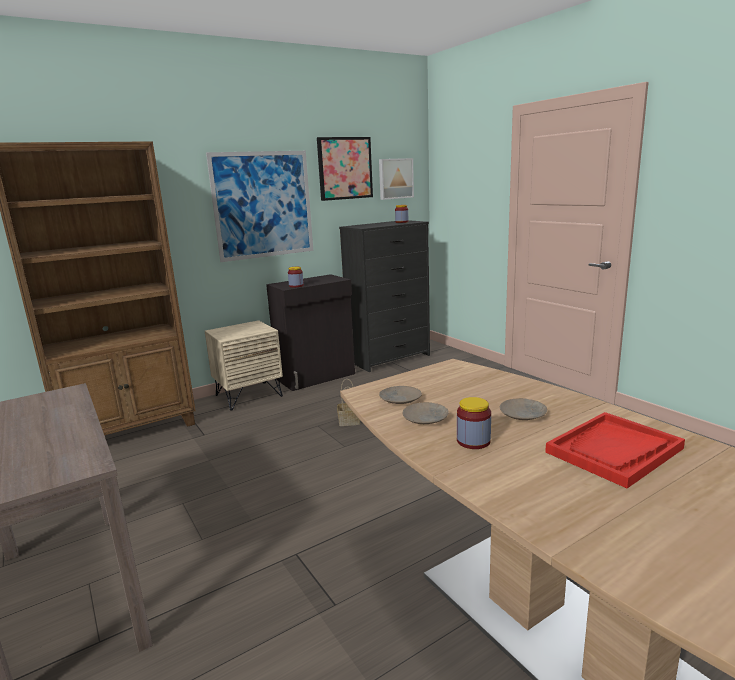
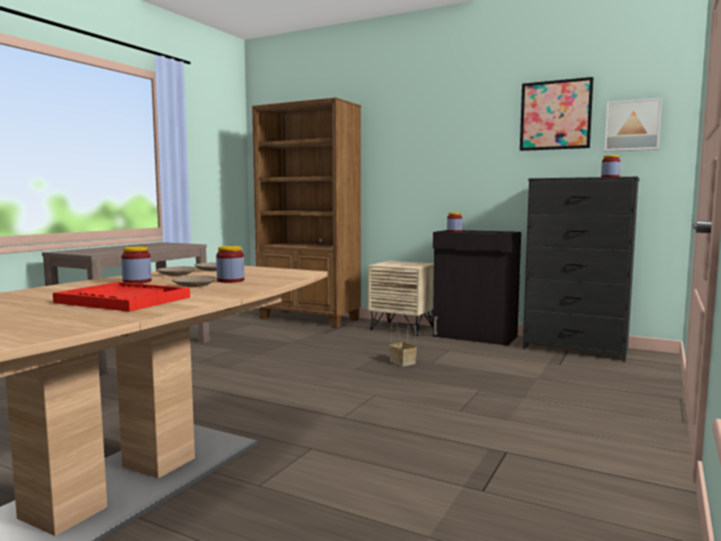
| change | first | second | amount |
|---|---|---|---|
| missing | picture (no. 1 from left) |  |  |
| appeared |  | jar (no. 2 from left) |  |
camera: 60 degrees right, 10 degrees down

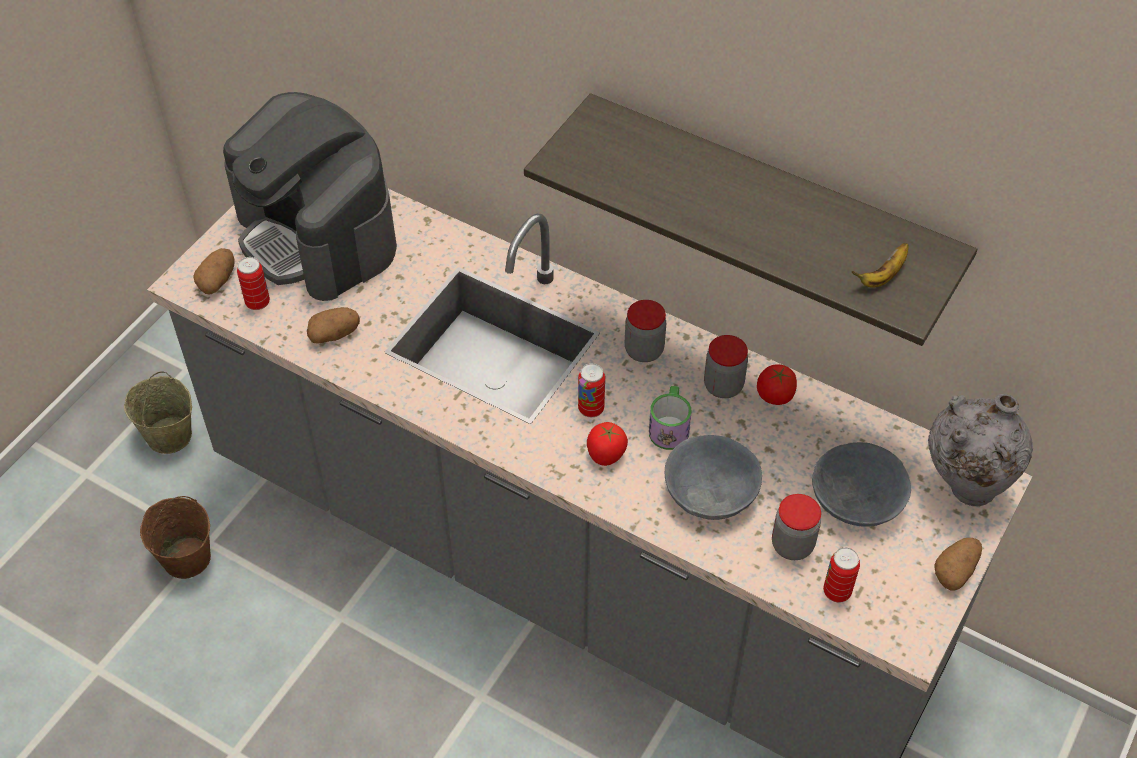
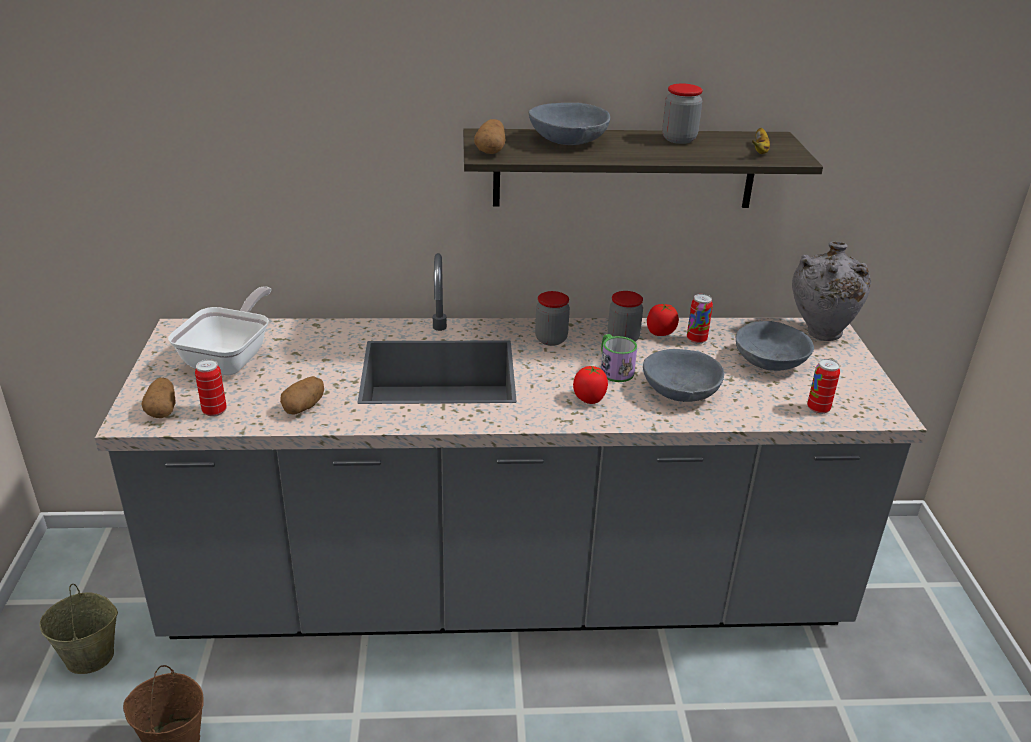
| change | first | second | amount |
|---|---|---|---|
| exchanged | coffee brewer | skillet |  |
| relocated | metal can (no. 2 from left) |  |  |
| relocated | jar (no. 3 from left) |  |  |
| relocated | potato (no. 3 from left) |  |  |
| appeared |  | gray deep dish (no. 1 from left) |  |
camera: 35 degrees left, 20 degrees down

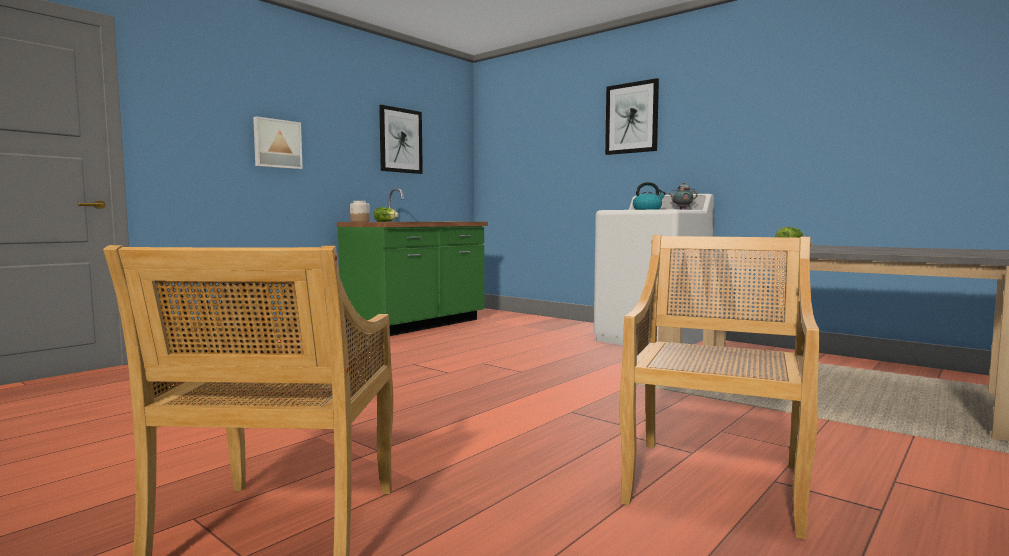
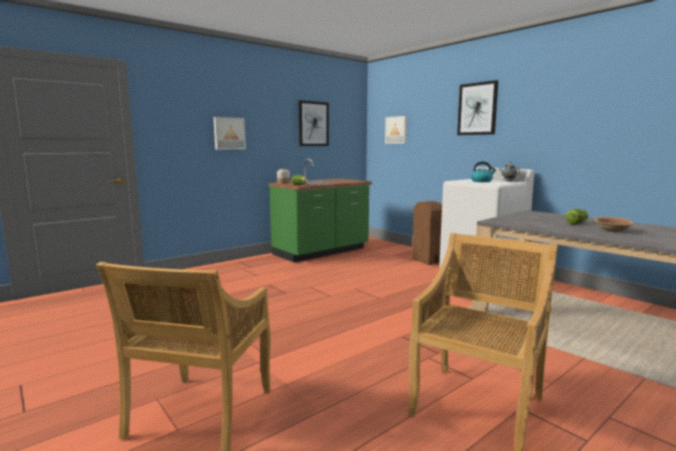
| change | first | second | amount |
|---|---|---|---|
| appeared |  | picture (no. 3 from left) |  |
| appeared |  | brown-coloured trash can |  |
| appeared |  | brown-coloured deep dish |  |
camera: 10 degrees right, 5 degrees up

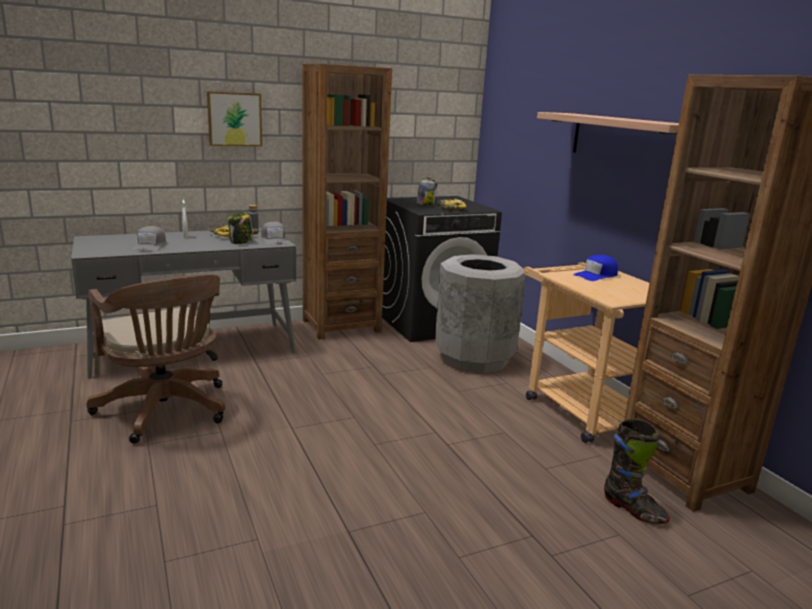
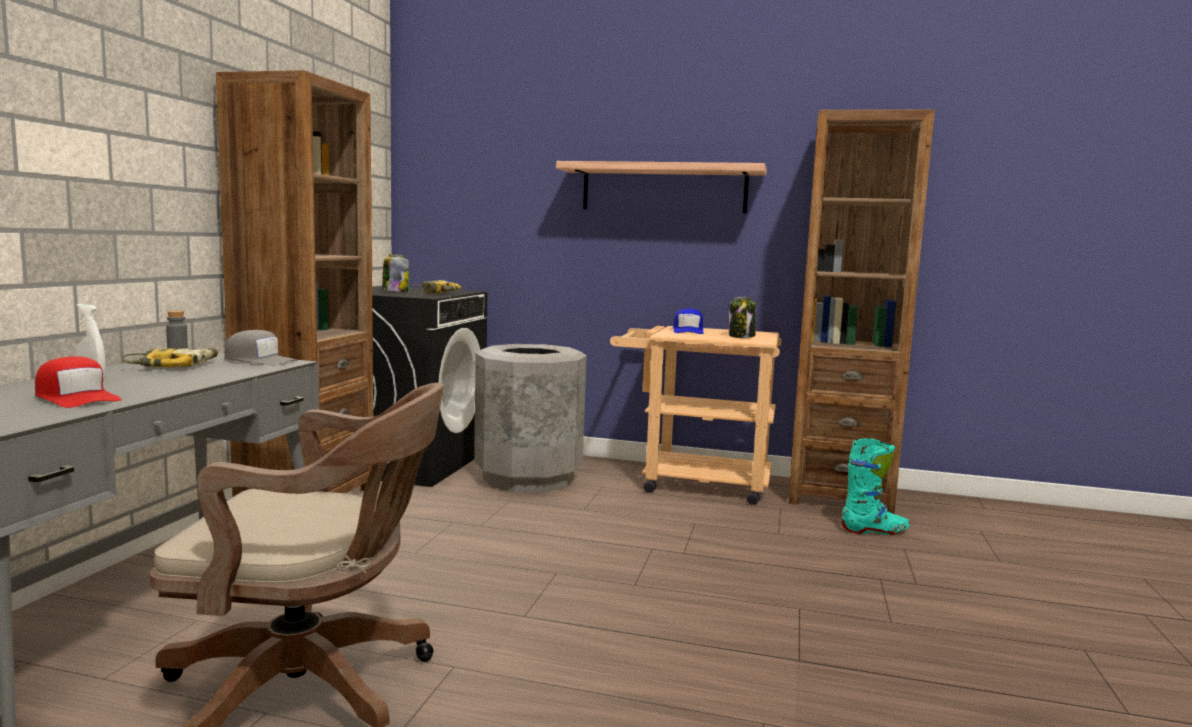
| change | first | second | amount |
|---|---|---|---|
| missing | picture |  |  |
| relocated | jar (no. 1 from left in the first image) | jar (no. 2 from left) |  |
| colour | gray cap (no. 1 from left) | red-coloured cap |  |
| colour | blackish tall boot | blue-green tall boot |  |
camera: 50 degrees left, 10 degrees down

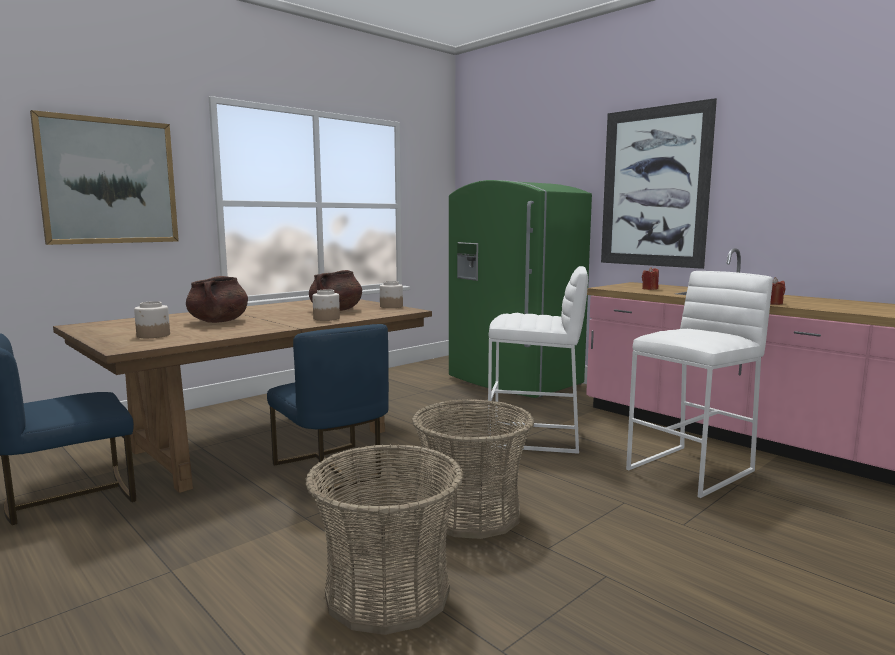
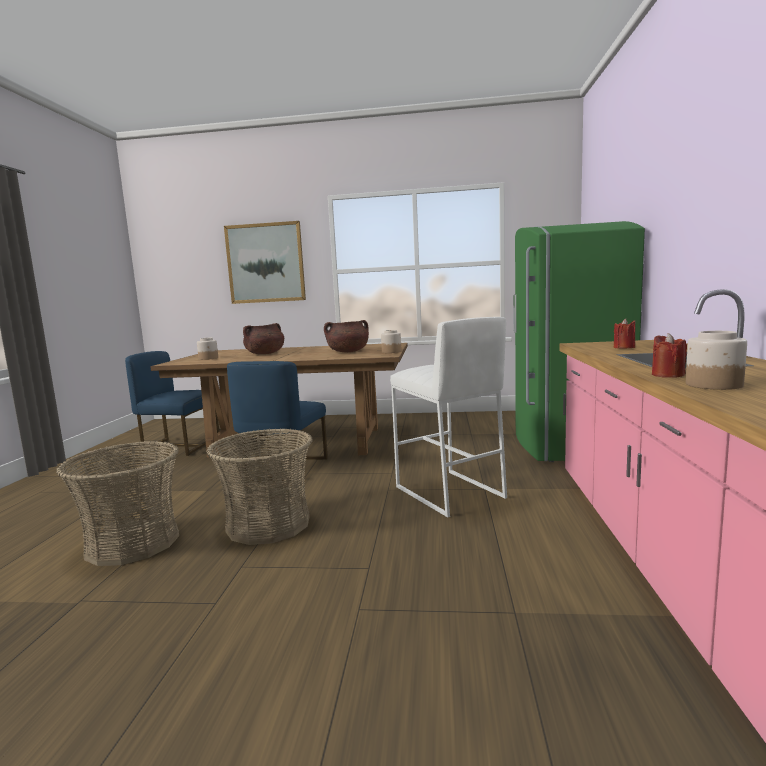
| change | first | second | amount |
|---|---|---|---|
| missing | picture (no. 2 from left) |  |  |
| missing | white stool seat (no. 2 from left) |  |  |
| relocated | jar (no. 2 from left in the first image) | jar (no. 3 from left) |  |
camera: 50 degrees right, 0 degrees up

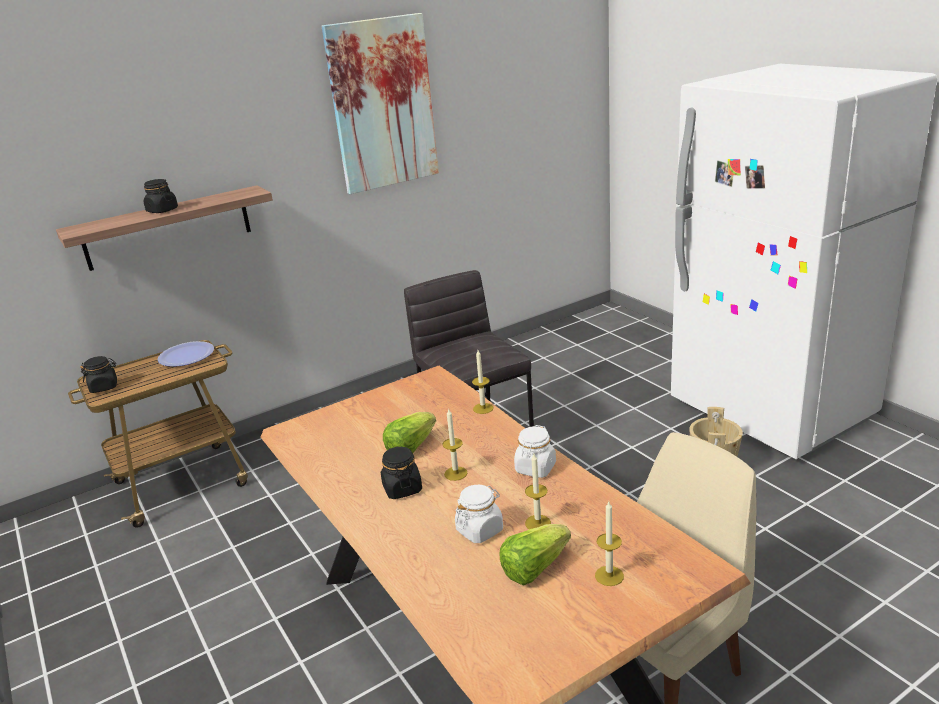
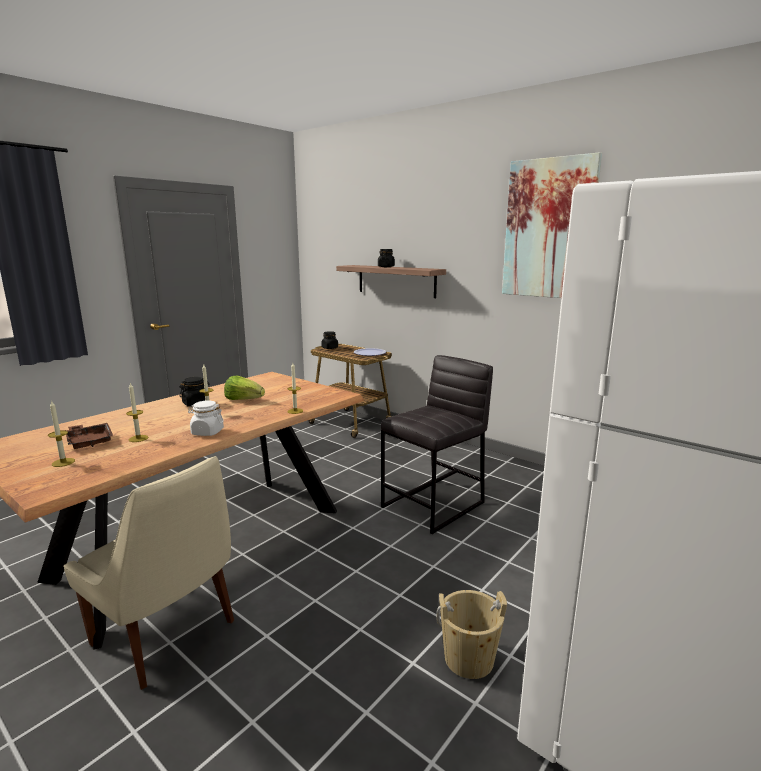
| change | first | second | amount |
|---|---|---|---|
| missing | white jar (no. 1 from left) |  |  |
| exchanged | head of lettuce (no. 2 from left) | brown-coloured carrying tray |  |
camera: 70 degrees right, 10 degrees down

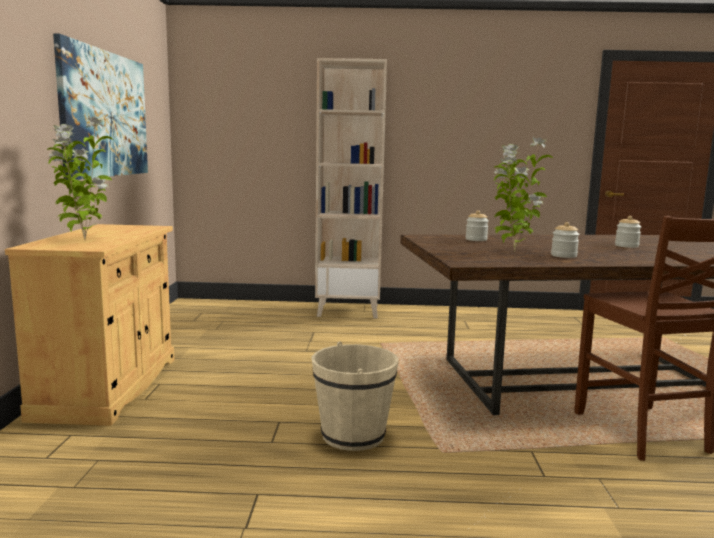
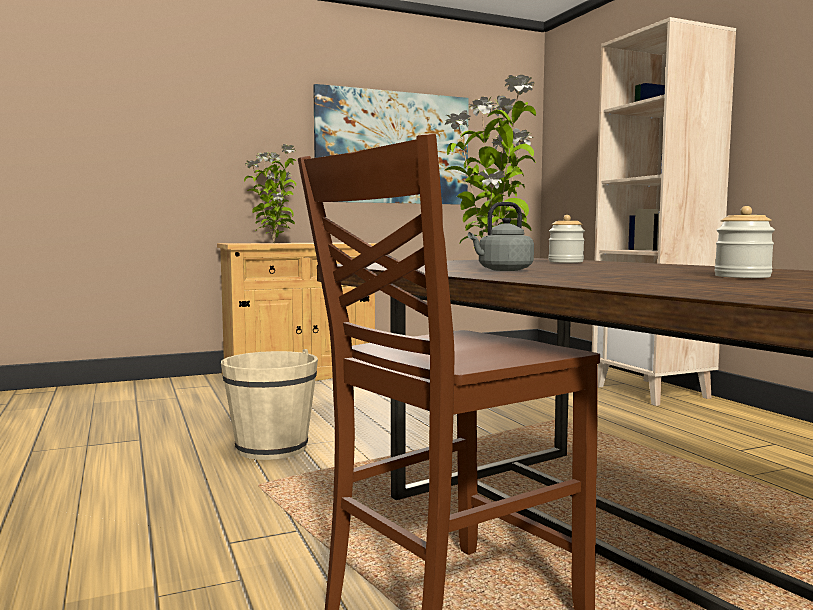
| change | first | second | amount |
|---|---|---|---|
| exchanged | jar (no. 2 from left) | gray water kettle |  |
camera: 65 degrees right, 5 degrees down

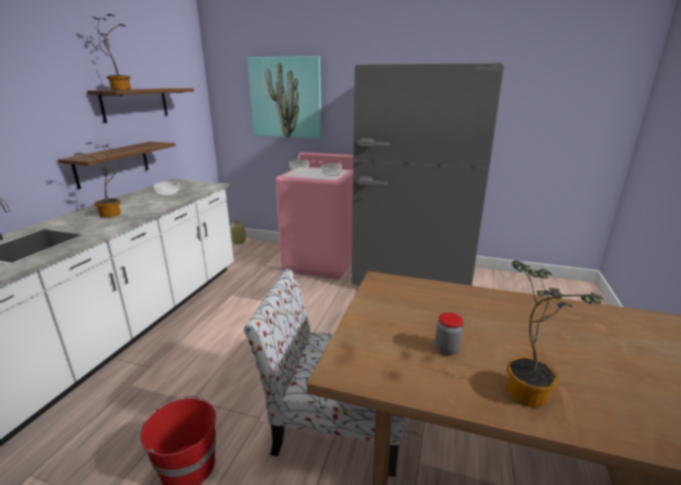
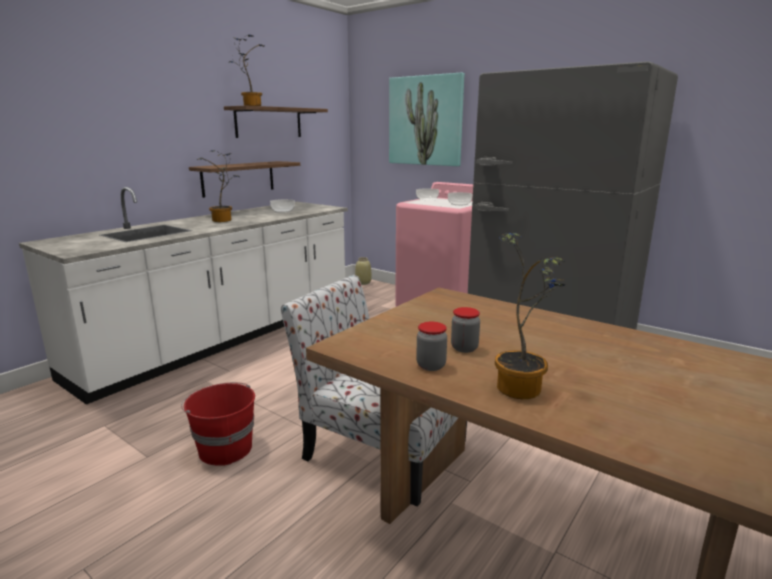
| change | first | second | amount |
|---|---|---|---|
| appeared |  | jar (no. 1 from left) |  |
camera: 20 degrees right, 5 degrees down

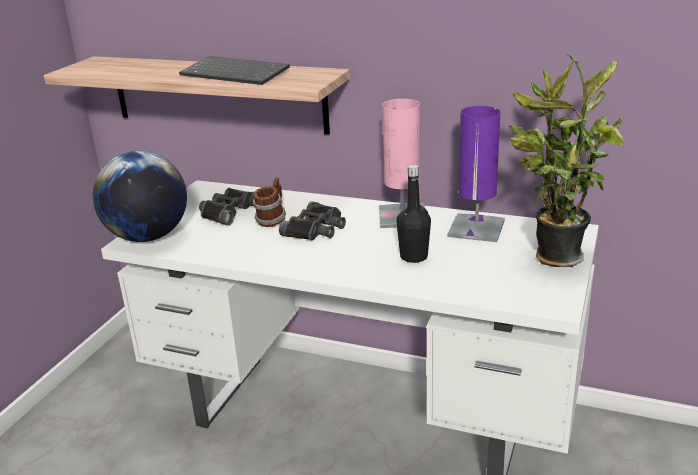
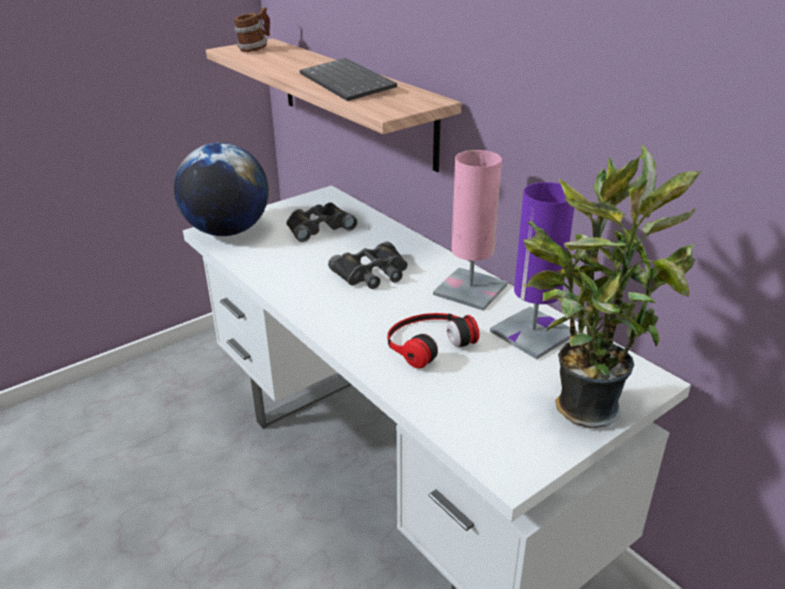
| change | first | second | amount |
|---|---|---|---|
| exchanged | blackish bottle | headset |  |
| relocated | coffee mug |  |  |
camera: 30 degrees right, 5 degrees up

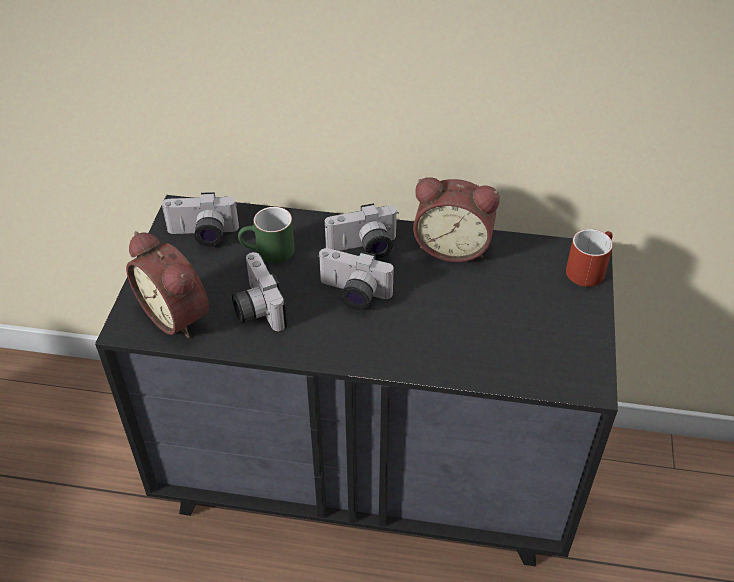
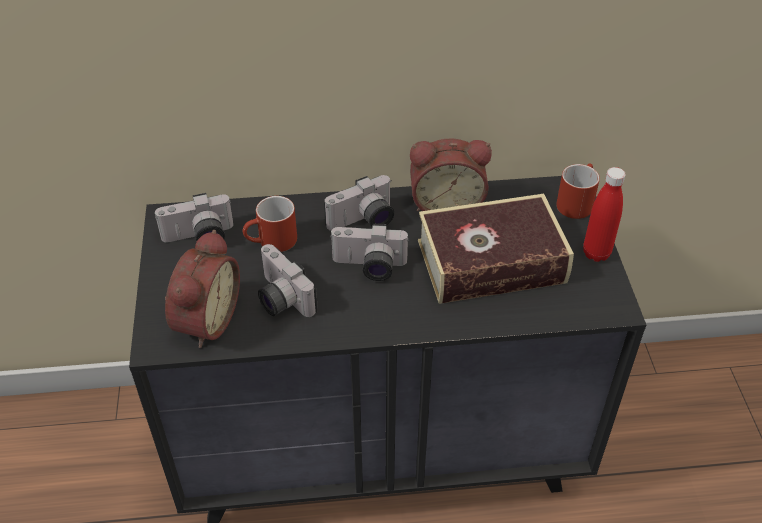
| change | first | second | amount |
|---|---|---|---|
| colour | greenish coffee mug | red-coloured coffee mug (no. 1 from left) |  |
| spun | bedside clock (no. 1 from left) |  | 105 degrees counterclockwise |
| appeared |  | red-coloured bottle |  |
| appeared |  | bound book |  |
camera: 15 degrees left, 0 degrees up

